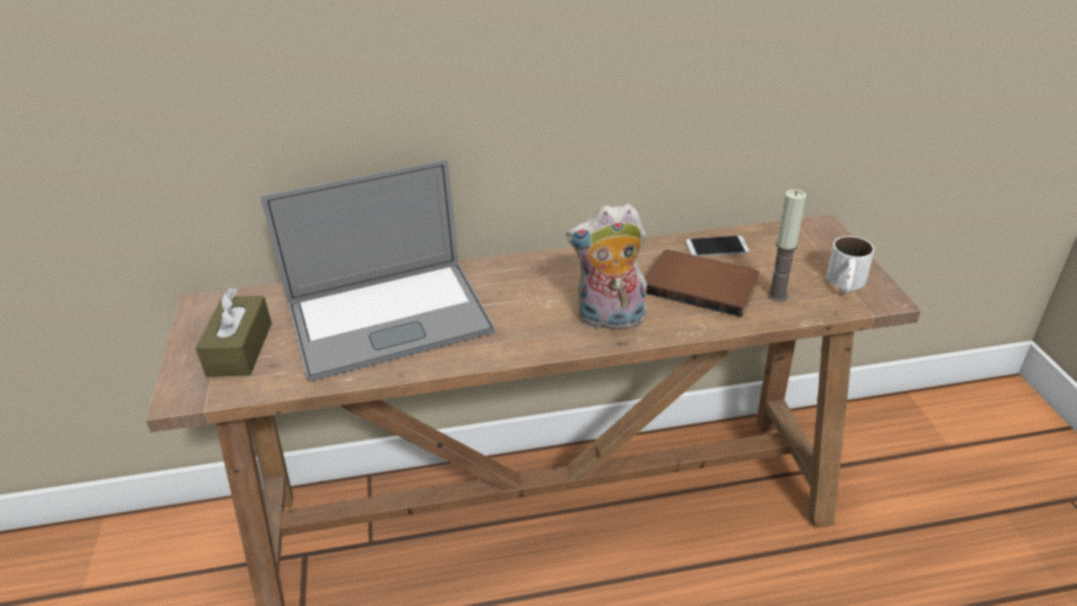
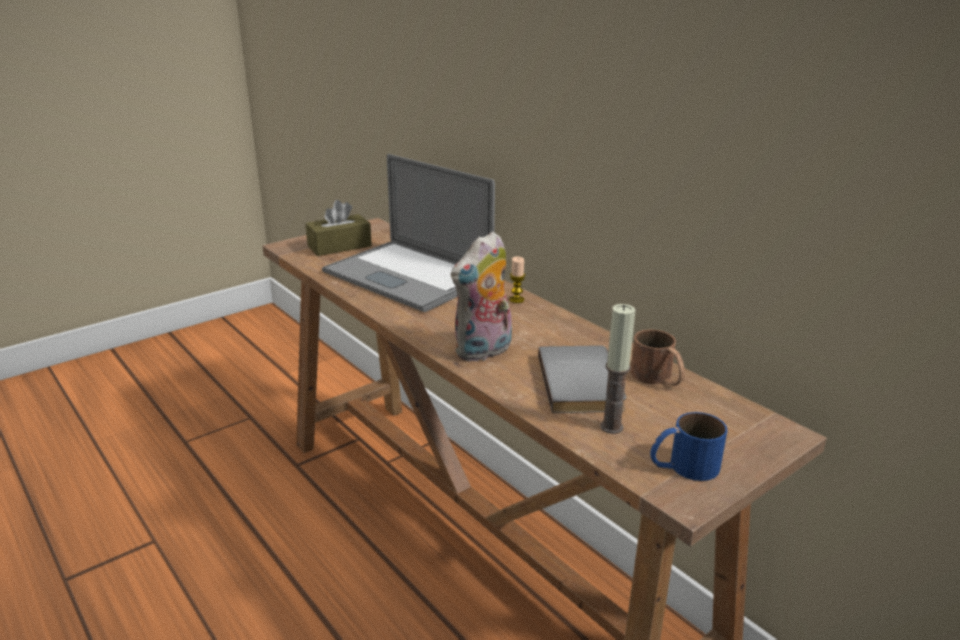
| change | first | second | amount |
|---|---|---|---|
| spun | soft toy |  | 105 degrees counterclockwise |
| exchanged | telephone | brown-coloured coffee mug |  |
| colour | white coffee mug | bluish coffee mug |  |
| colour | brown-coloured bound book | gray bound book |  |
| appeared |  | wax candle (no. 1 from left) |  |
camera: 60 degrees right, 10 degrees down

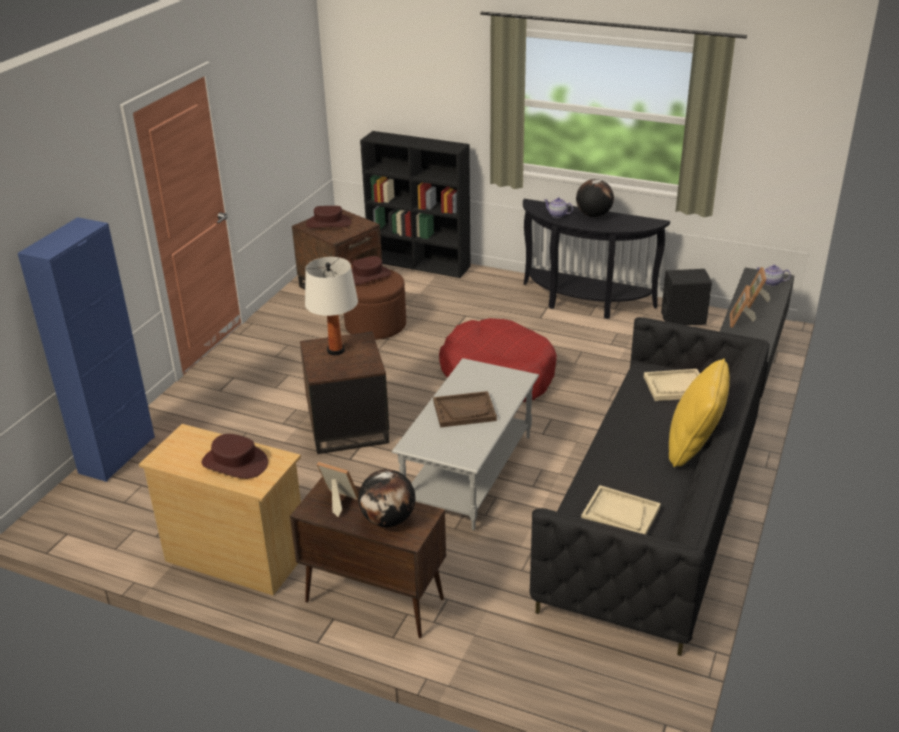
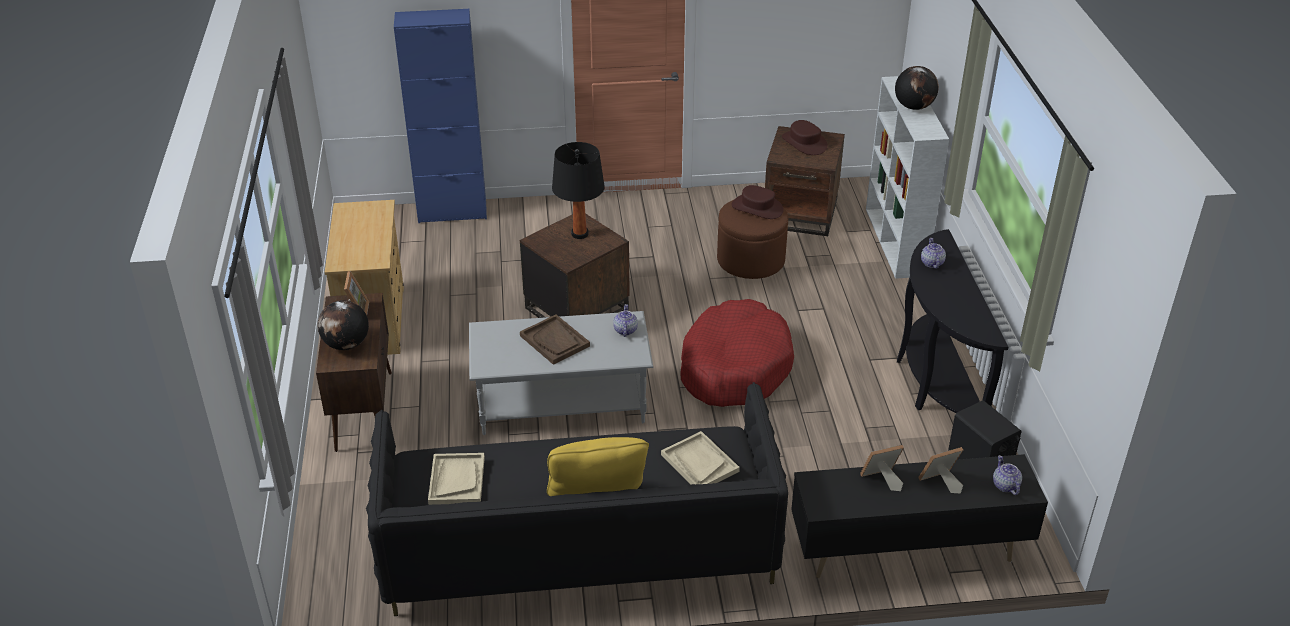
| change | first | second | amount |
|---|---|---|---|
| colour | blackish shelving unit | white shelving unit |  |
| relocated | world globe (no. 2 from left) |  |  |
| colour | white lamp for a table | blackish lamp for a table |  |
| missing | brown-coloured wearable hat (no. 1 from left) |  |  |
| appeared |  | tea pot (no. 1 from left) |  |
camera: 60 degrees right, 5 degrees up

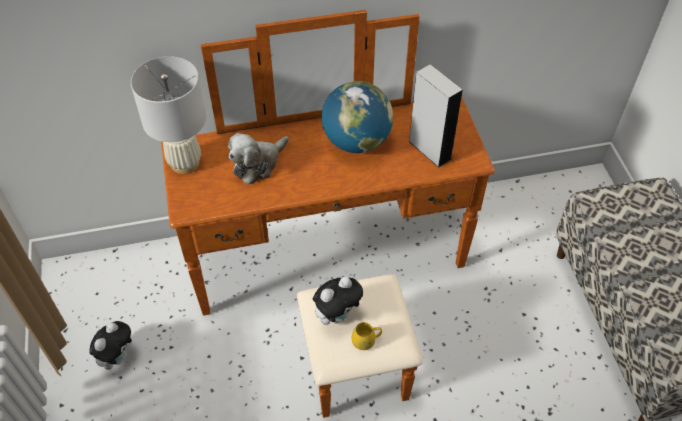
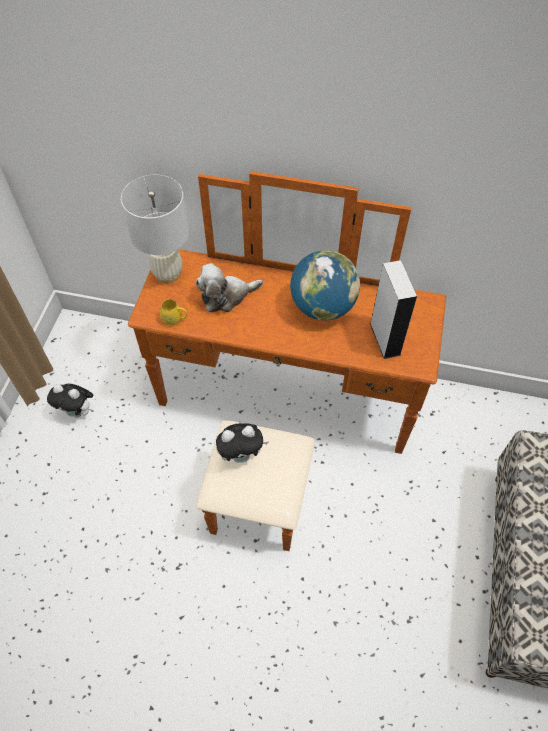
| change | first | second | amount |
|---|---|---|---|
| spun | soft toy (no. 1 from left) |  | 60 degrees clockwise |
| relocated | yellow-coloured coffee mug |  |  |
camera: 25 degrees right, 5 degrees up

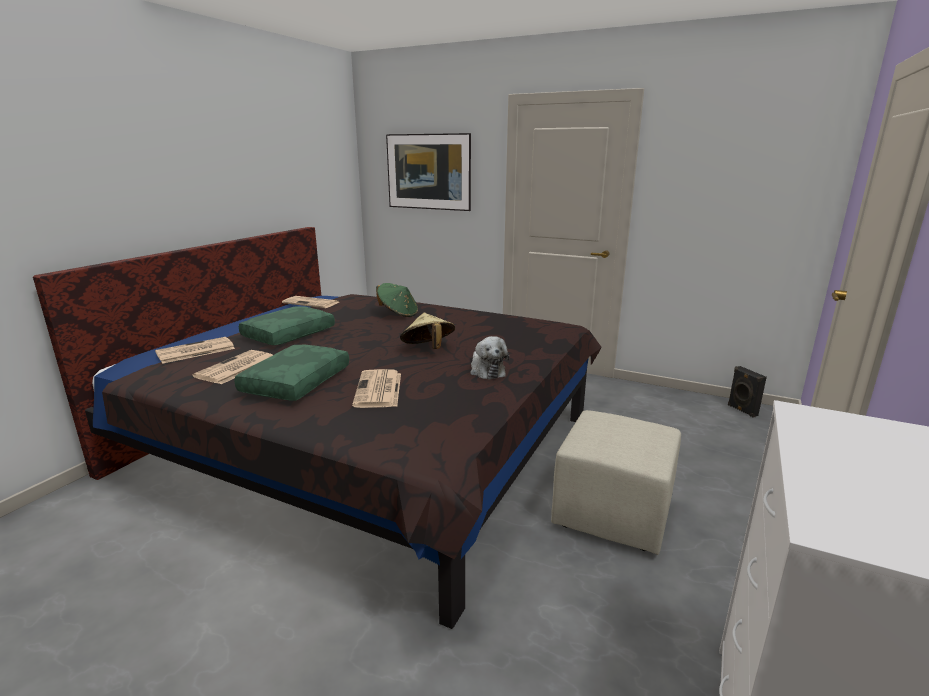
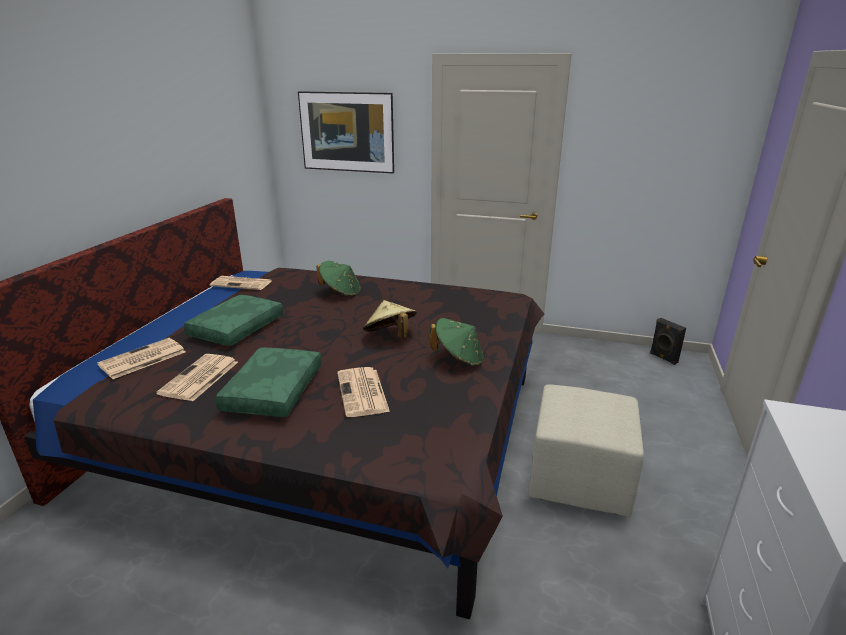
| change | first | second | amount |
|---|---|---|---|
| exchanged | soft toy | greenish wearable hat (no. 2 from left) |  |
camera: 10 degrees left, 5 degrees up

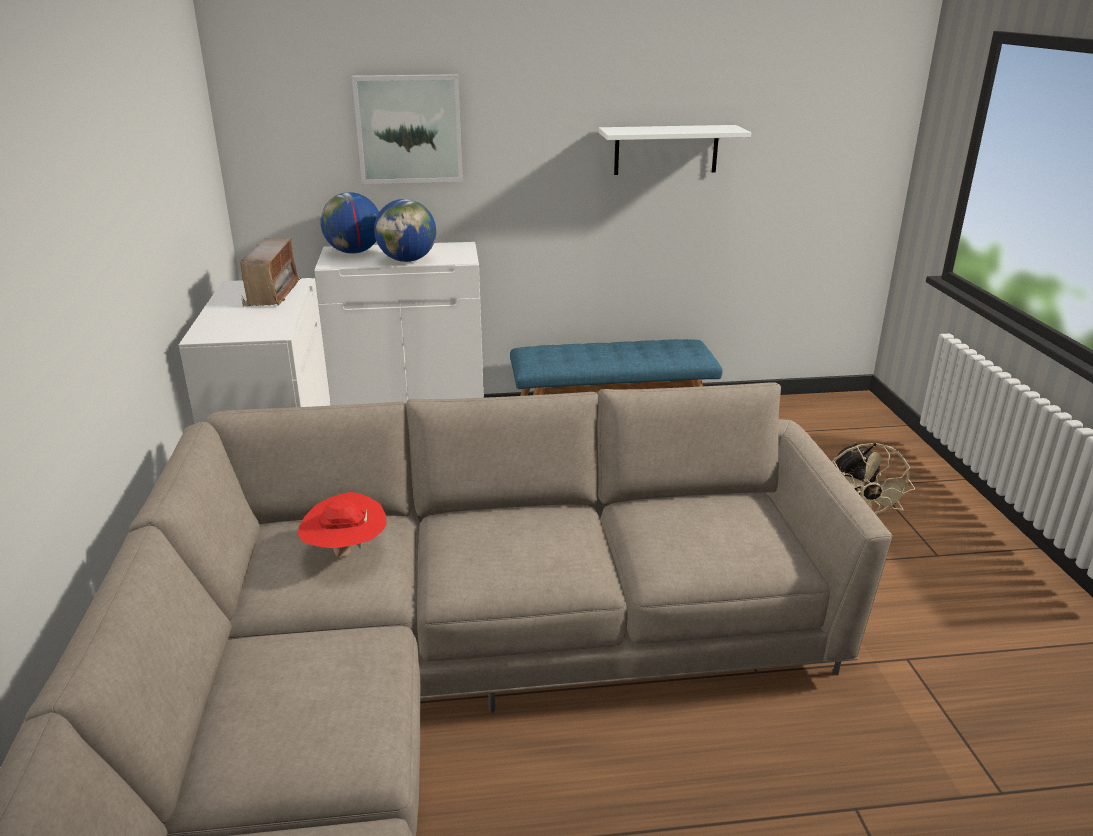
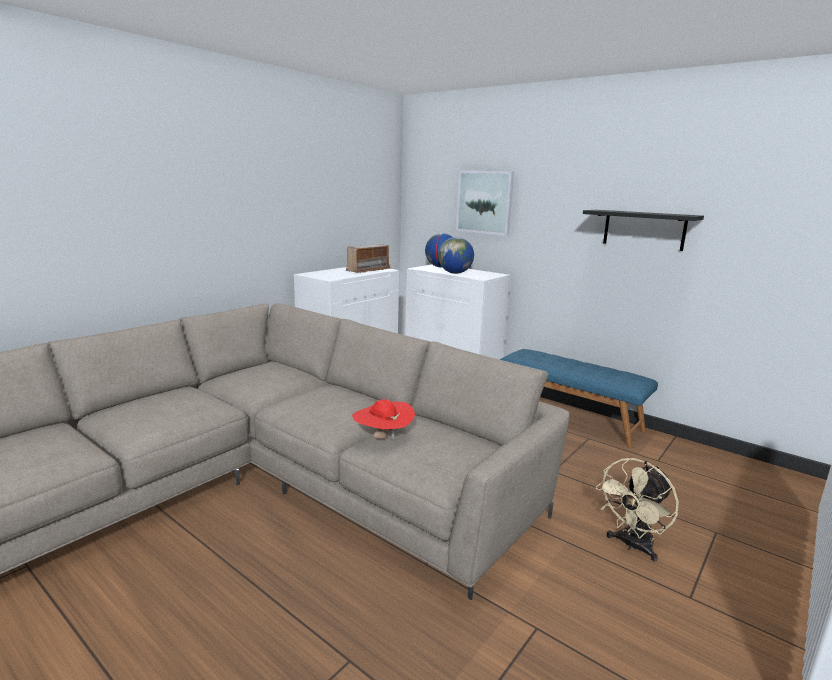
| change | first | second | amount |
|---|---|---|---|
| colour | white shelf | blackish shelf |  |
| relocated | red-coloured wearable hat |  |  |
camera: 45 degrees right, 10 degrees down

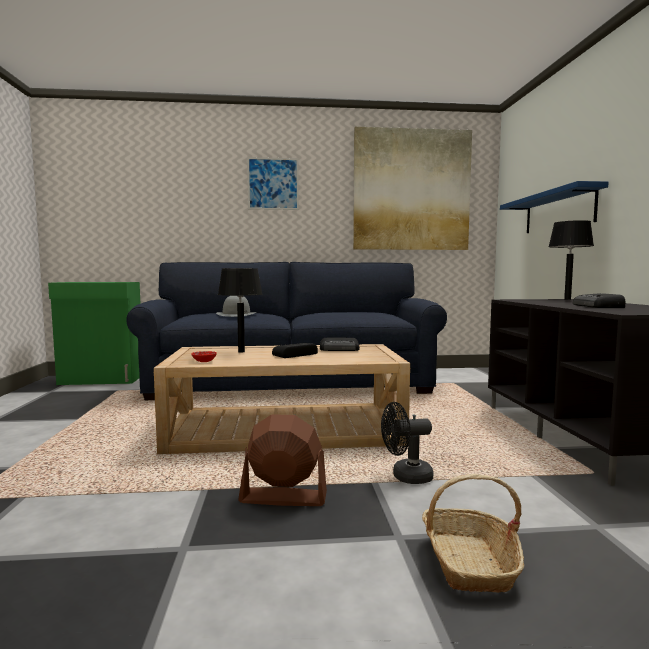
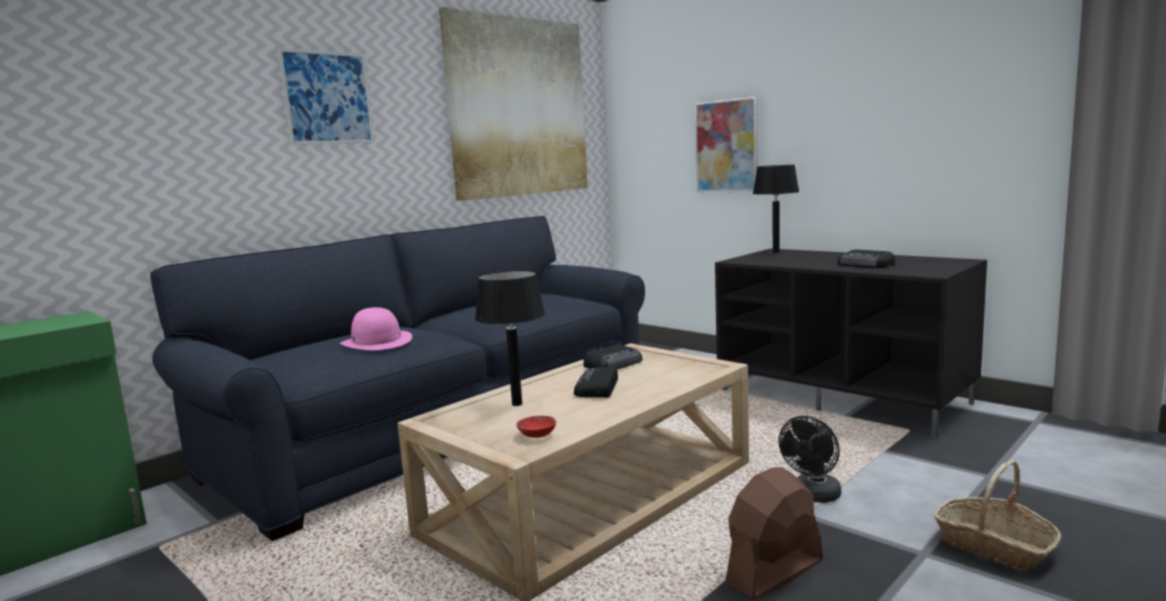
| change | first | second | amount |
|---|---|---|---|
| exchanged | bluish shelf | picture (no. 3 from left) |  |
| colour | gray wearable hat | pinkish wearable hat |  |
camera: 40 degrees left, 5 degrees up

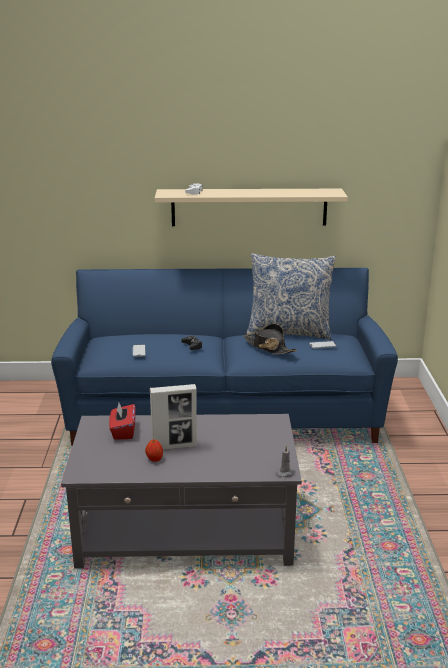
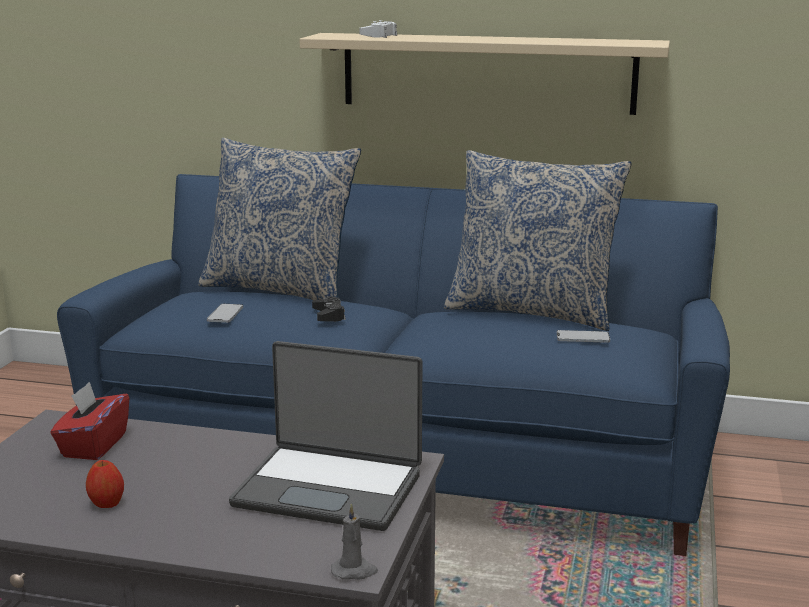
| change | first | second | amount |
|---|---|---|---|
| missing | blackish wearable hat |  |  |
| missing | photo frame |  |  |
| appeared |  | throw pillow (no. 1 from left) |  |
| appeared |  | laptop |  |
camera: 15 degrees right, 5 degrees down

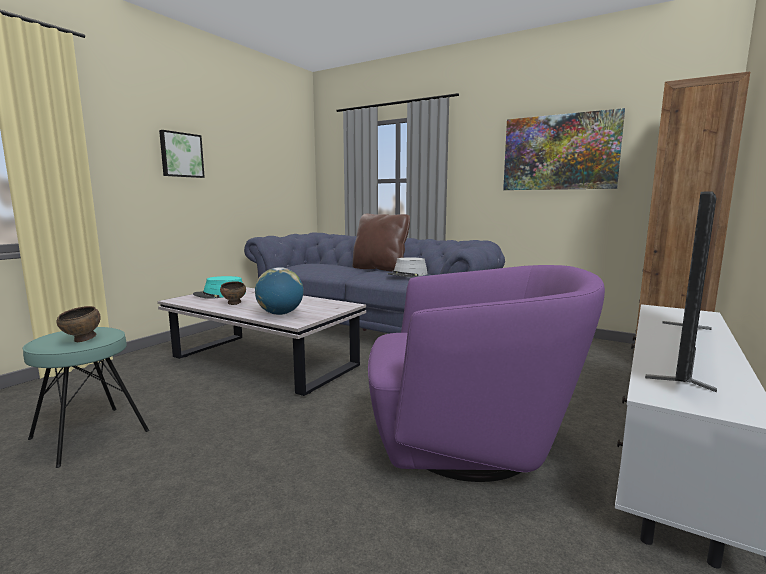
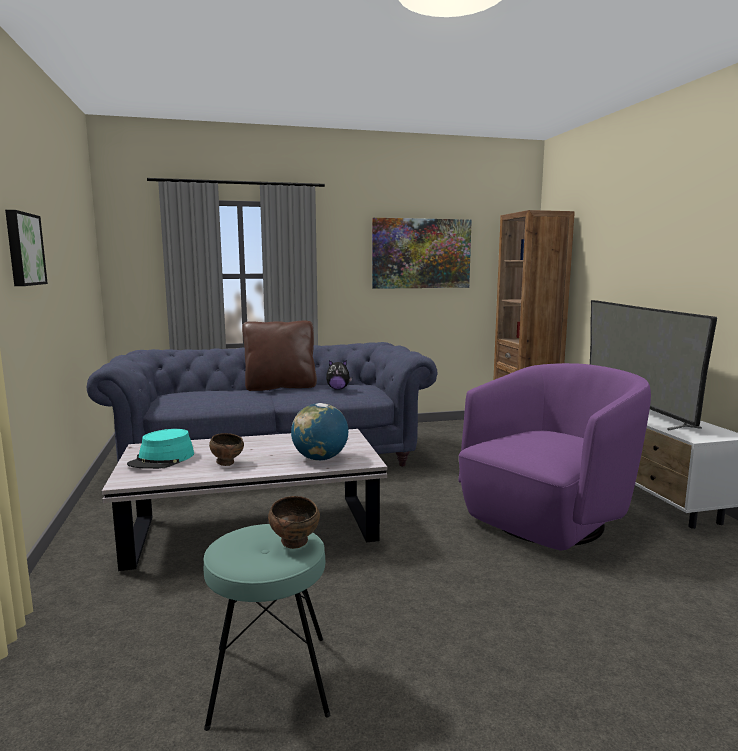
| change | first | second | amount |
|---|---|---|---|
| exchanged | gray wearable hat | soft toy |  |
camera: 45 degrees left, 0 degrees up

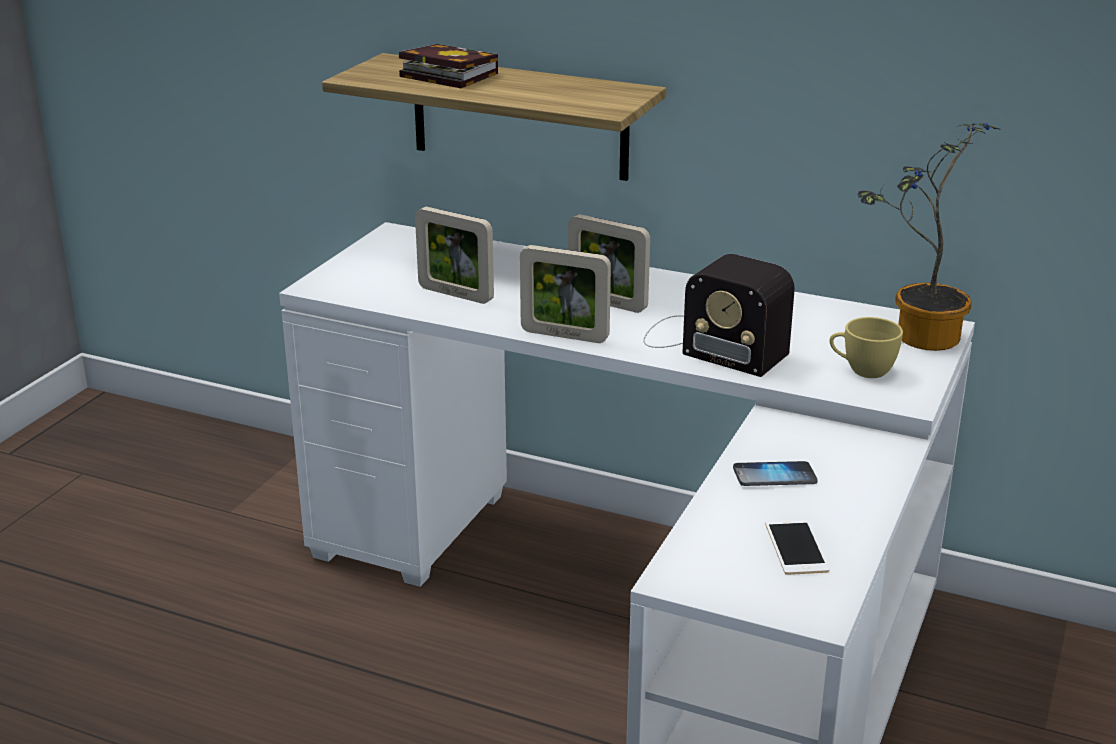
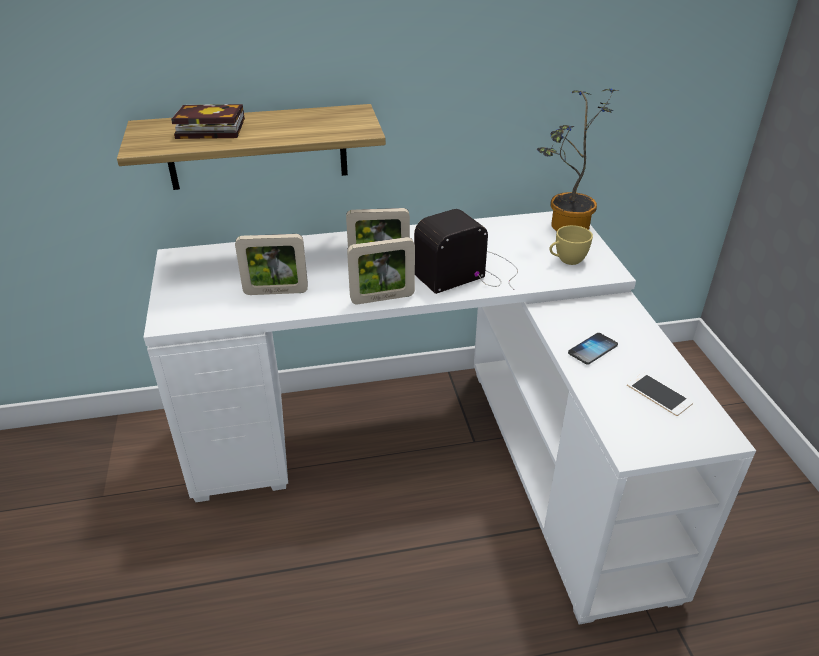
| change | first | second | amount |
|---|---|---|---|
| spun | radio receiver |  | 150 degrees clockwise |
camera: 35 degrees left, 10 degrees up

